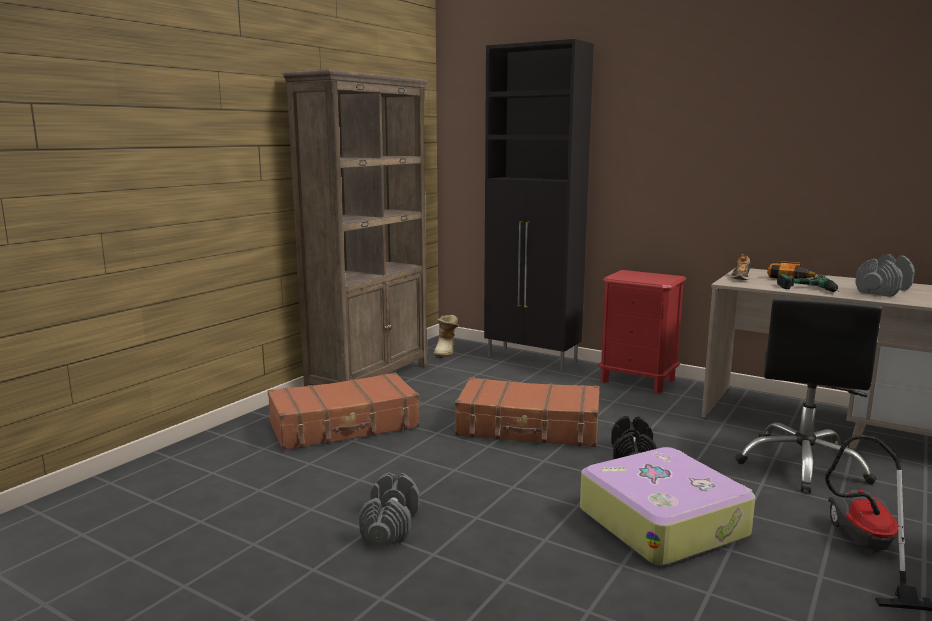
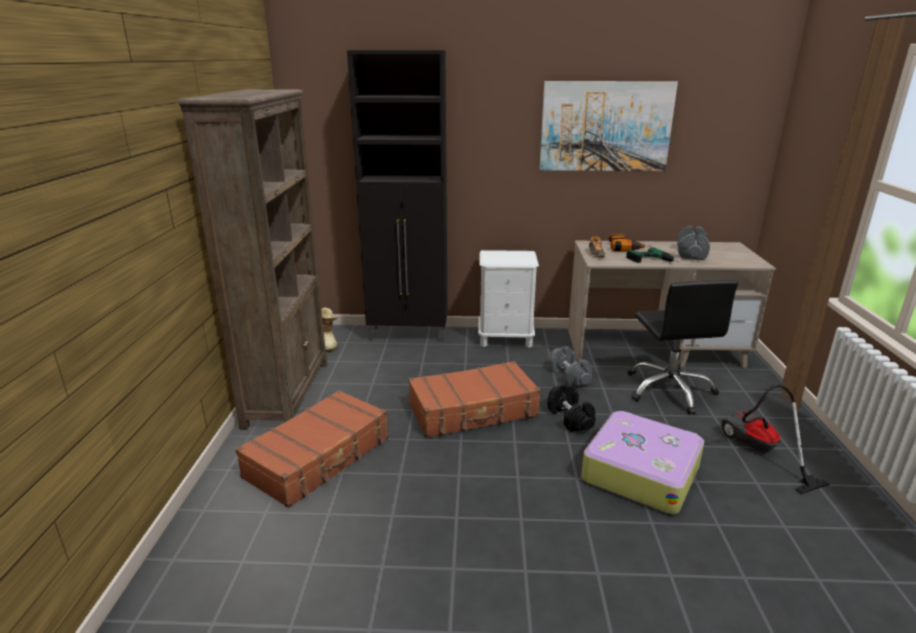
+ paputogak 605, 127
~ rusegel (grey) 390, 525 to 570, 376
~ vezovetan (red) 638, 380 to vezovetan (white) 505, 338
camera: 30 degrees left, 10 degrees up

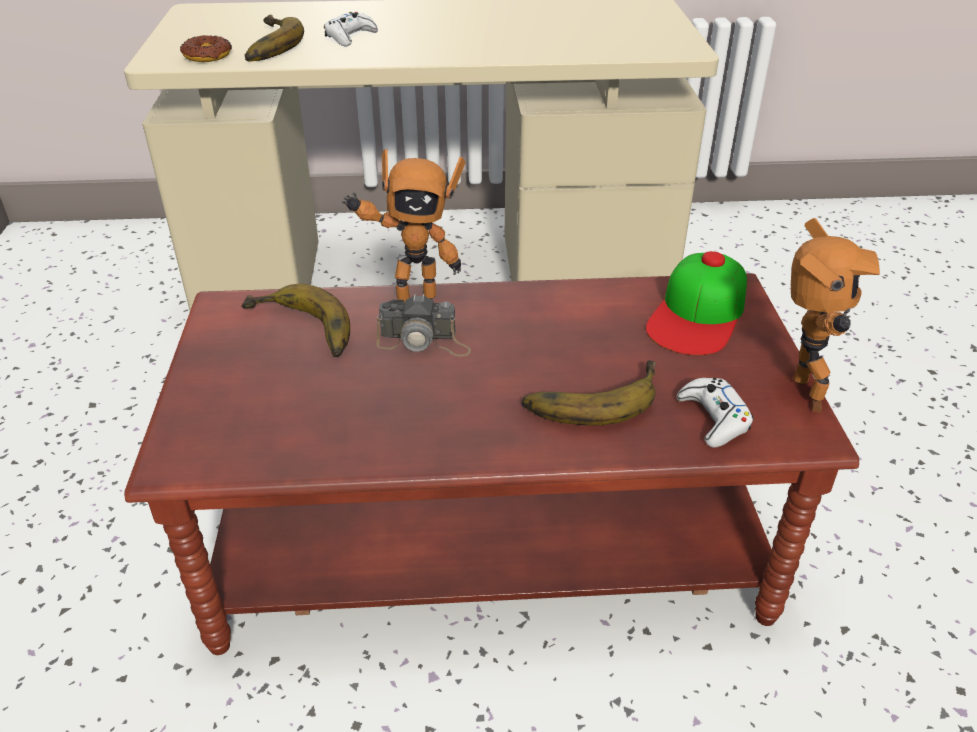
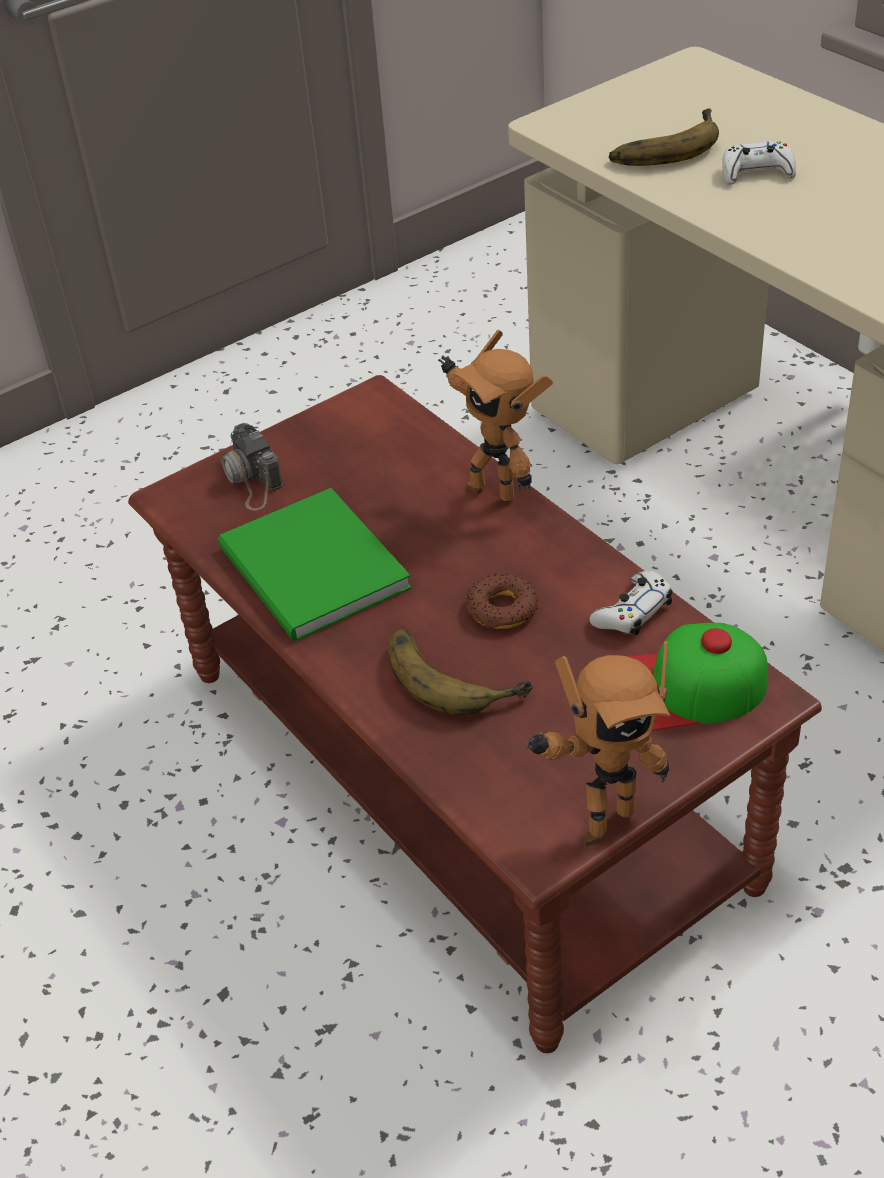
- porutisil 298, 331
+ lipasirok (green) 312, 572
~ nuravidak 207, 56 to 502, 609
~ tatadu 424, 342 to 251, 478
~ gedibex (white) 713, 419 to 633, 612
camera: 60 degrees right, 5 degrees up

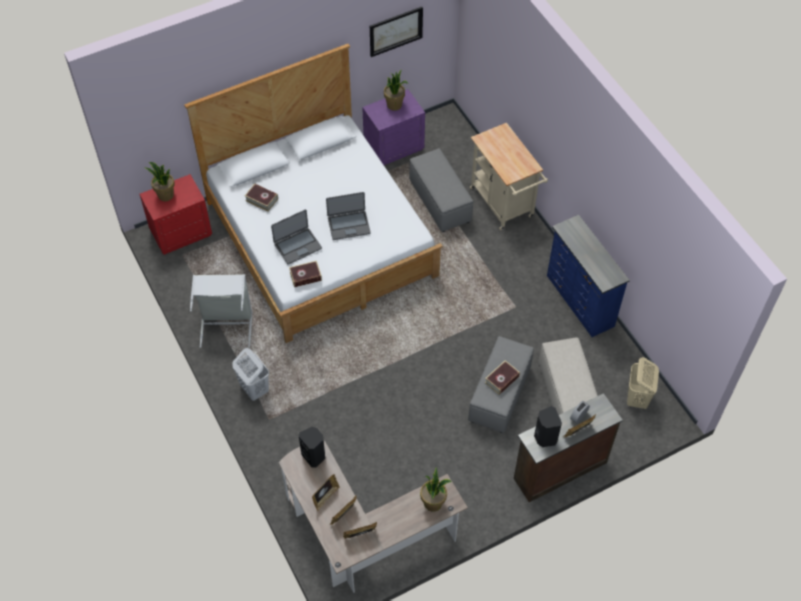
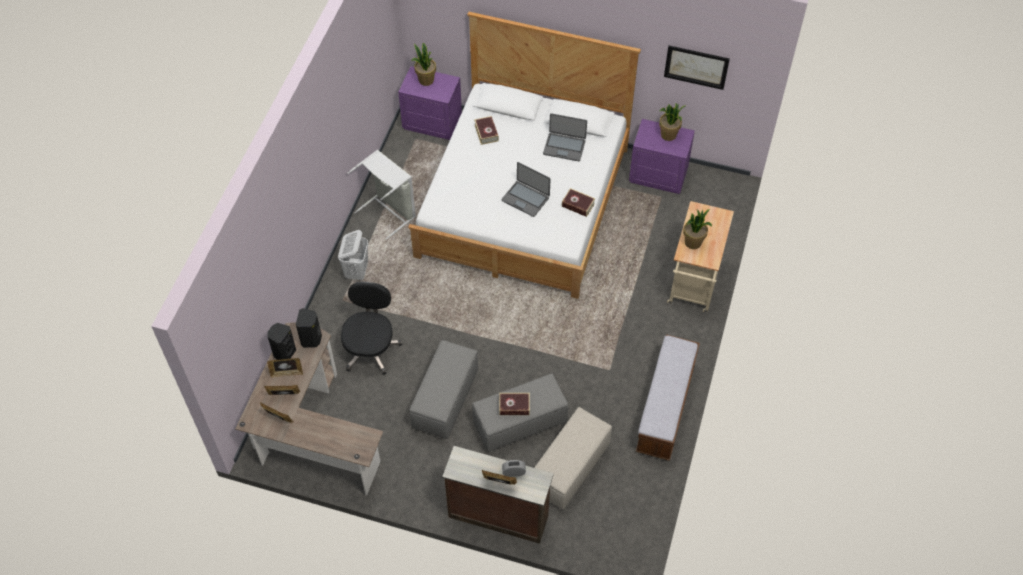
- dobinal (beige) 637, 399
+ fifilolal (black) 371, 348
~ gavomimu 297, 246 to 564, 147
~ lipasirok 305, 276 to 578, 205
~ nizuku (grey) 439, 201 to 445, 398
~ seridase 433, 503 to 693, 242
~ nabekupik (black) 544, 437 to 284, 353
~ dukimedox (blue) 579, 301 to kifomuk 665, 408
~ vezovetan (red) 181, 232 to vezovetan (purple) 432, 122
camera: 45 degrees right, 0 degrees up

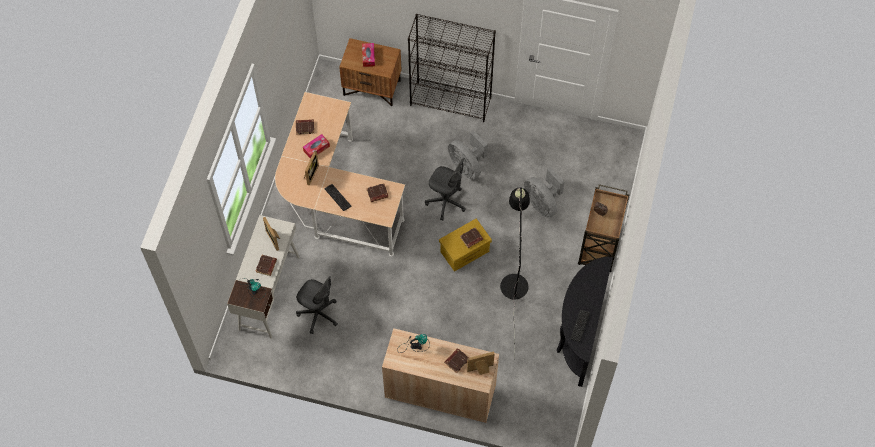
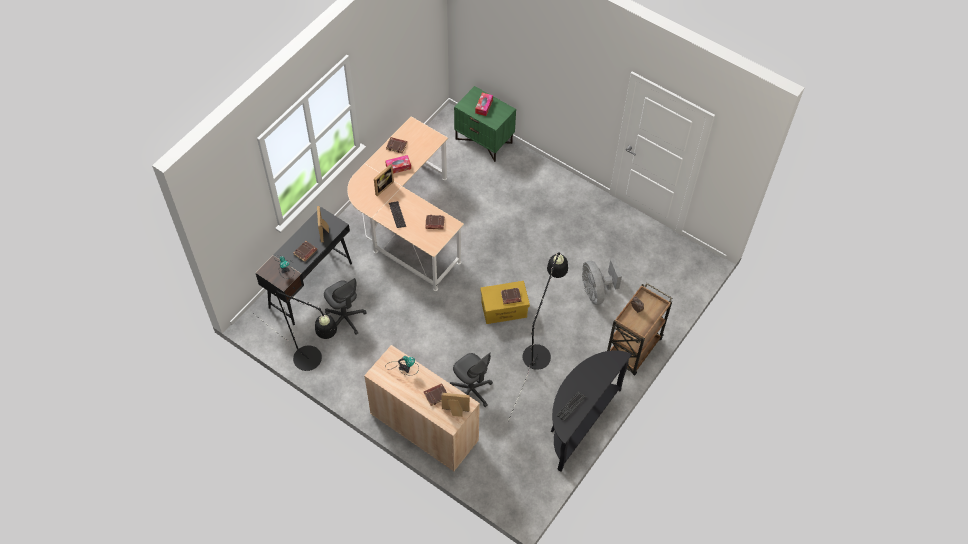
- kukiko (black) 451, 101
- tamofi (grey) 467, 166
+ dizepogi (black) 313, 362
~ fifilolal (grey) 446, 202 to 471, 391
~ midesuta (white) 269, 292 to midesuta (black) 311, 285
~ vezovetan (brown) 372, 87 to vezovetan (green) 484, 140
camera: 20 degrees right, 5 degrees down

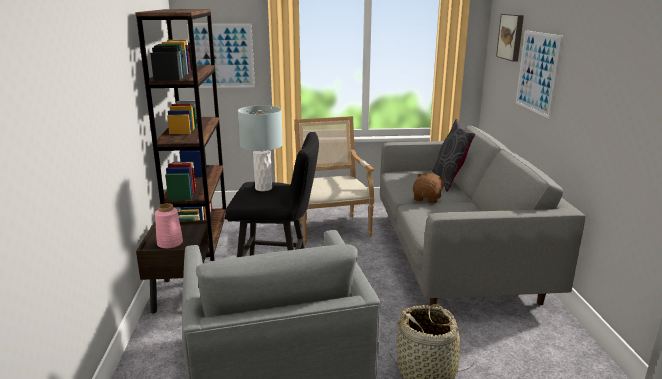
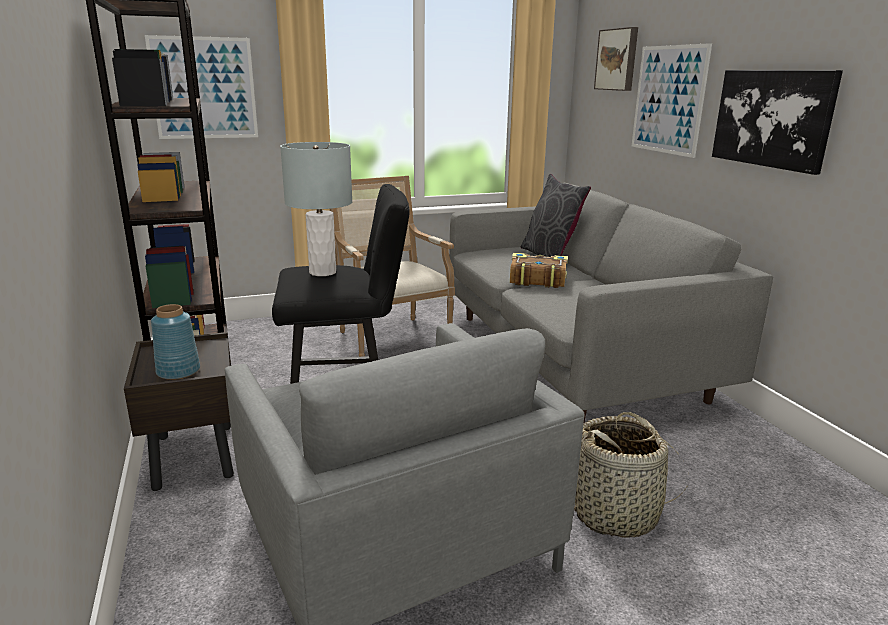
+ paputogak 772, 118
~ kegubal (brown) 427, 199 to lipasirok 537, 279
~ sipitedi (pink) 170, 243 to sipitedi (blue) 178, 372
camera: 15 degrees left, 0 degrees up

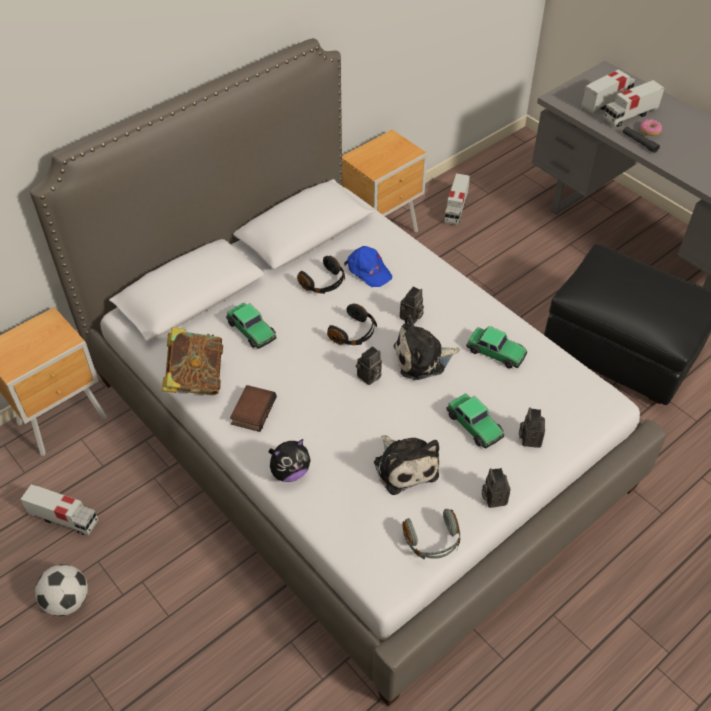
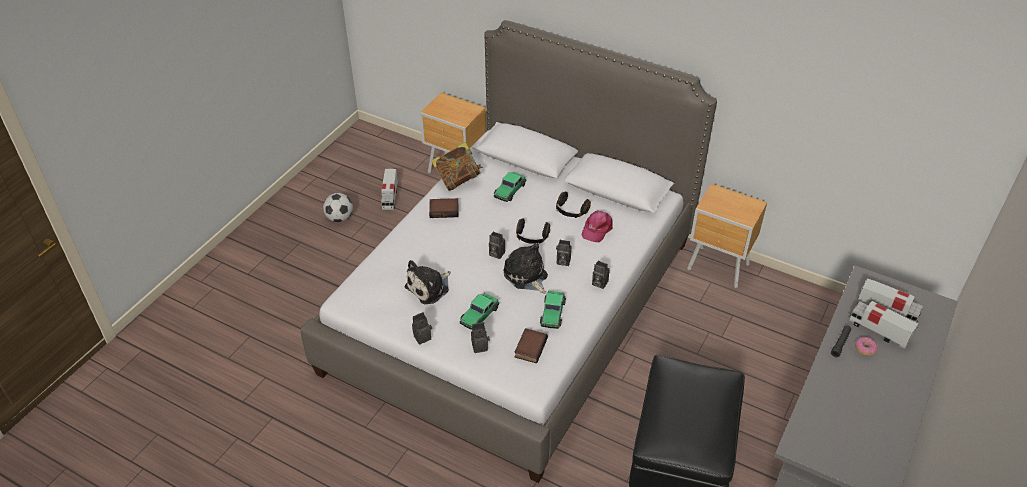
- kegubal 290, 472
- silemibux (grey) 432, 541
- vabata 456, 209
+ lipasirok 530, 347
+ tatadu 598, 283
~ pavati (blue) 368, 270 to pavati (pink) 596, 229
camera: 70 degrees right, 5 degrees down

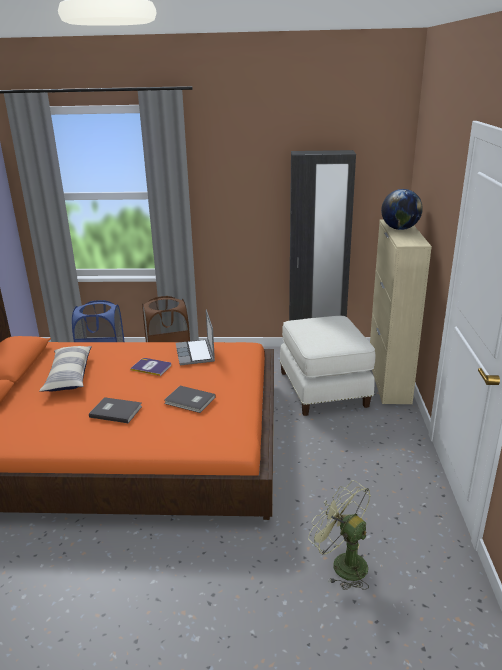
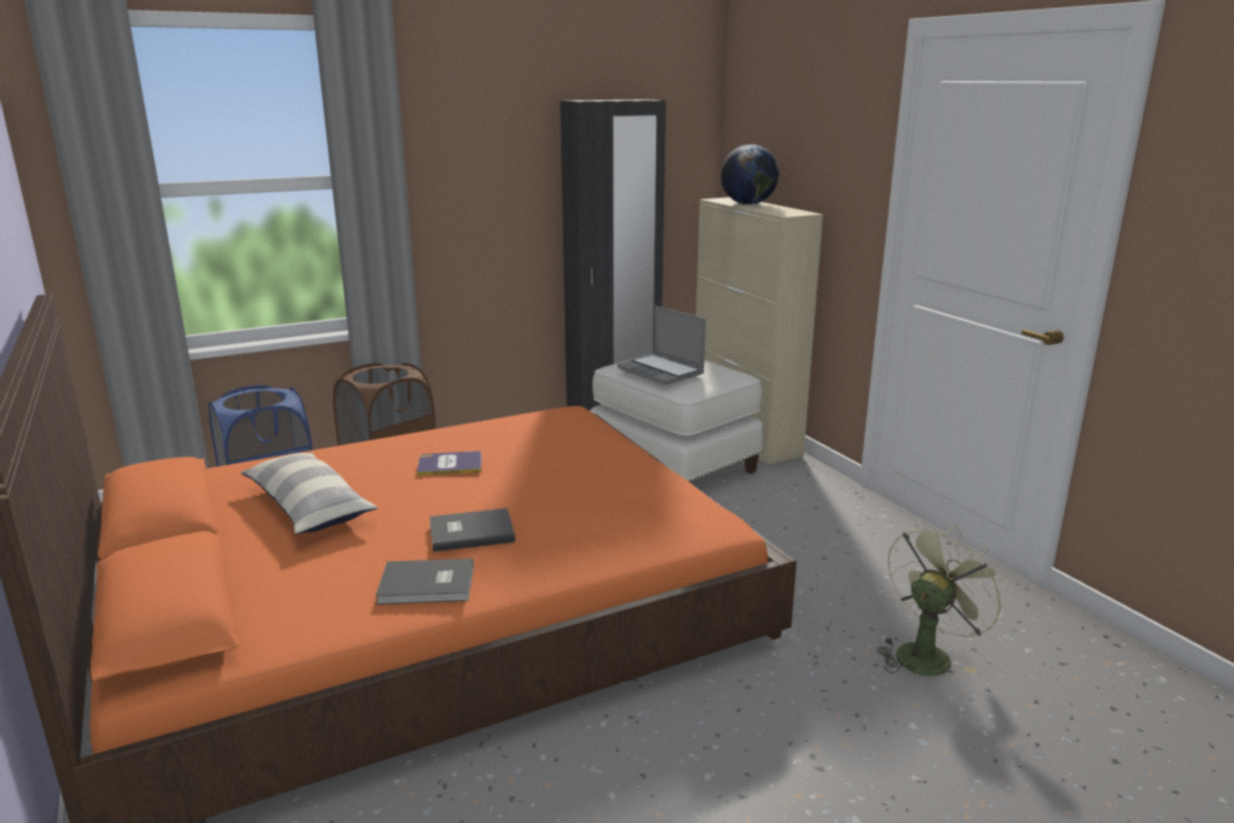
~ lipasirok (grey) 190, 401 to 428, 586
~ gavomimu 196, 354 to 662, 371
~ tamofi (green) 342, 563 = 927, 654 120 degrees clockwise
camera: 30 degrees left, 5 degrees down

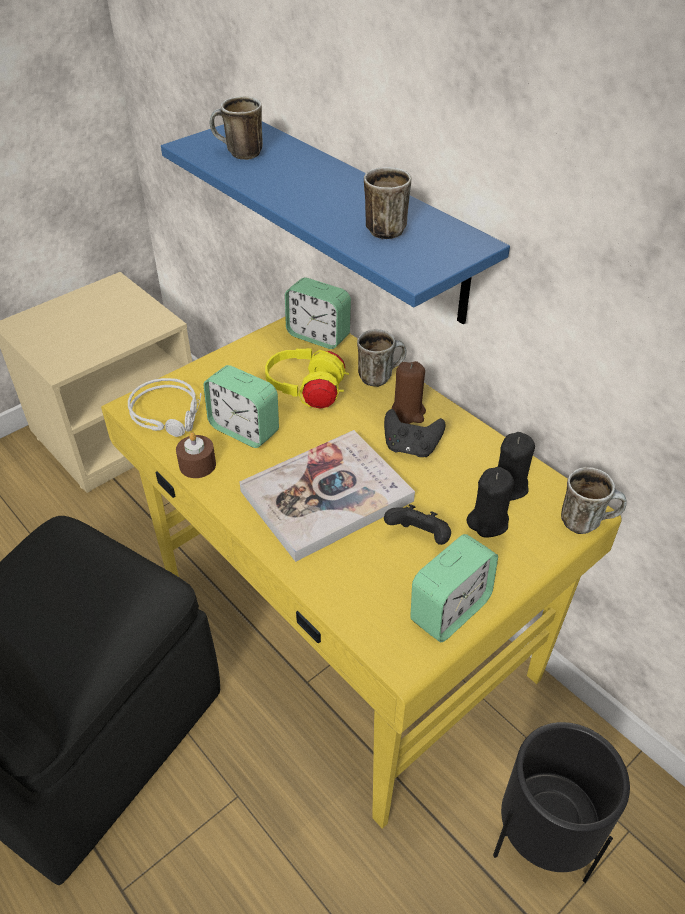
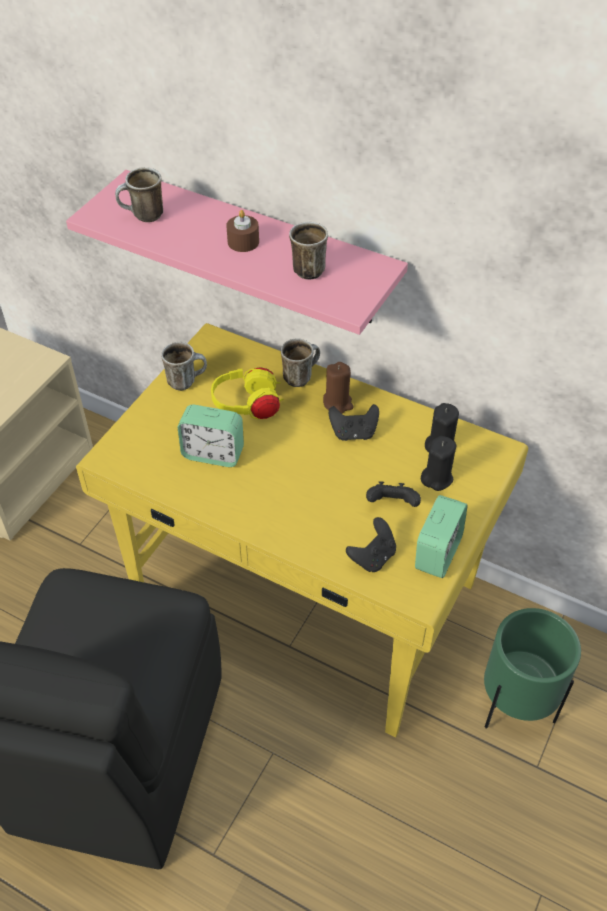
- silemibux (grey) 169, 413
- lipasirok 326, 496
- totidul 318, 336
+ gedibex (black) 372, 557
~ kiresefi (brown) 197, 465 to 243, 242
~ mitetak 586, 521 to 186, 381
~ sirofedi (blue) 363, 219 to sirofedi (pink) 261, 249
~ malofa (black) 541, 844 to malofa (green) 515, 707
camera: 20 degrees left, 5 degrees up

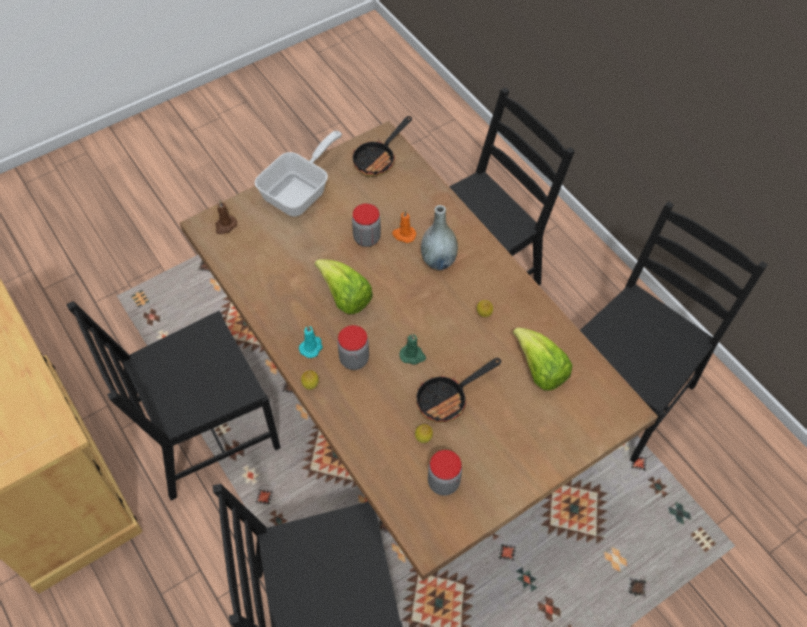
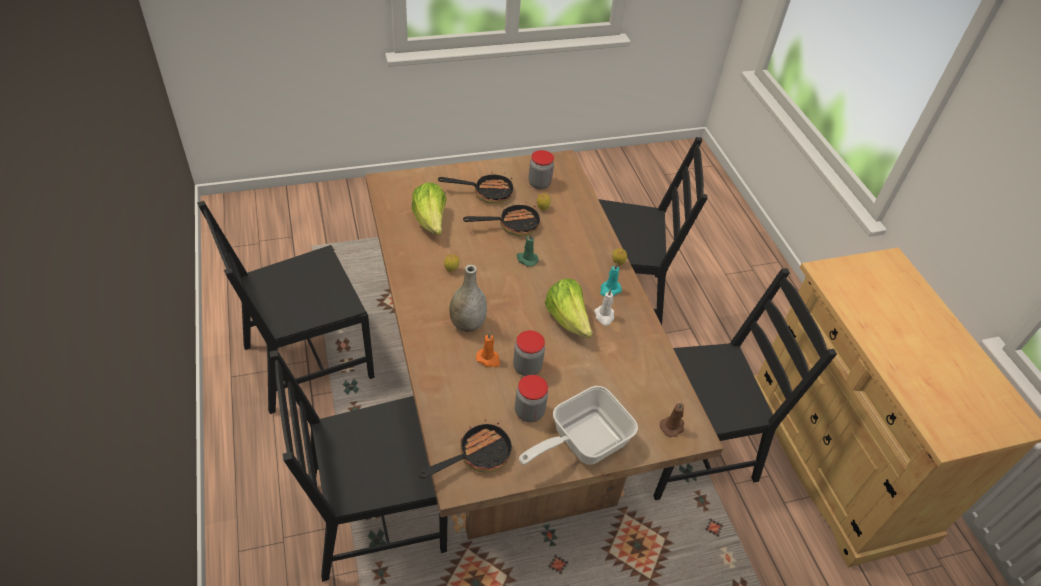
+ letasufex 486, 192
+ kiresefi (white) 604, 316
~ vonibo 354, 359 to 529, 412
camera: 165 degrees left, 10 degrees down

